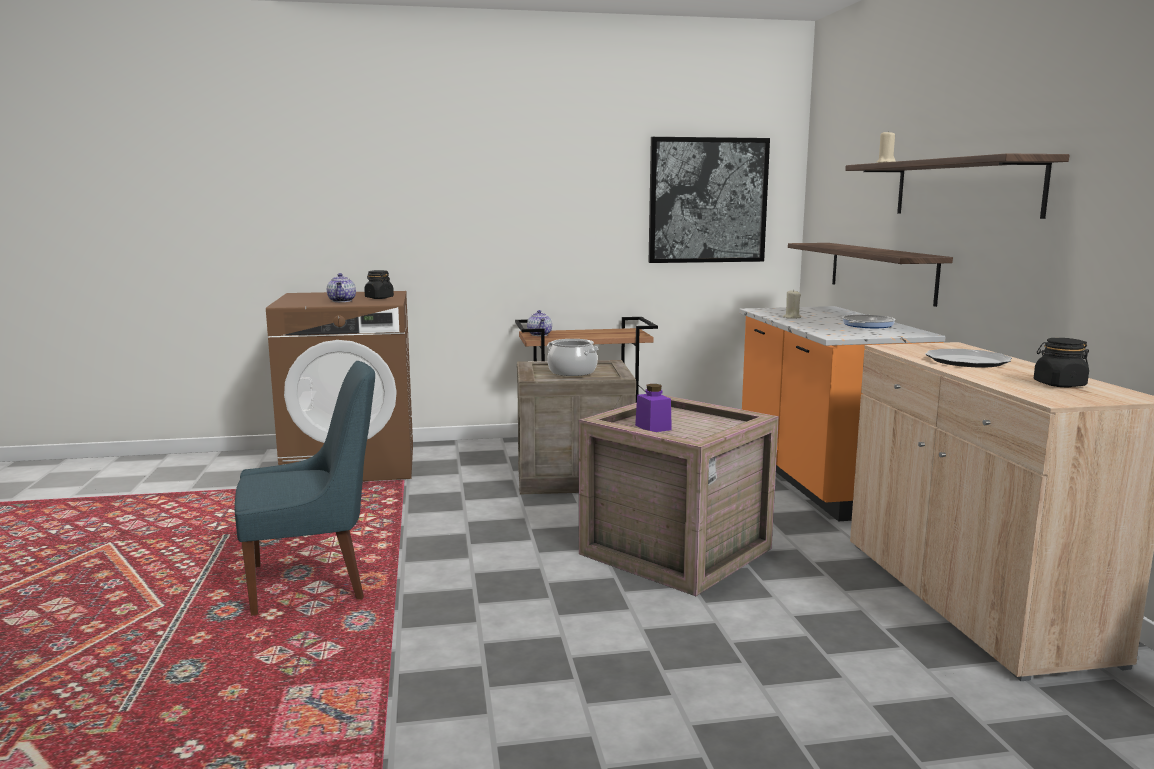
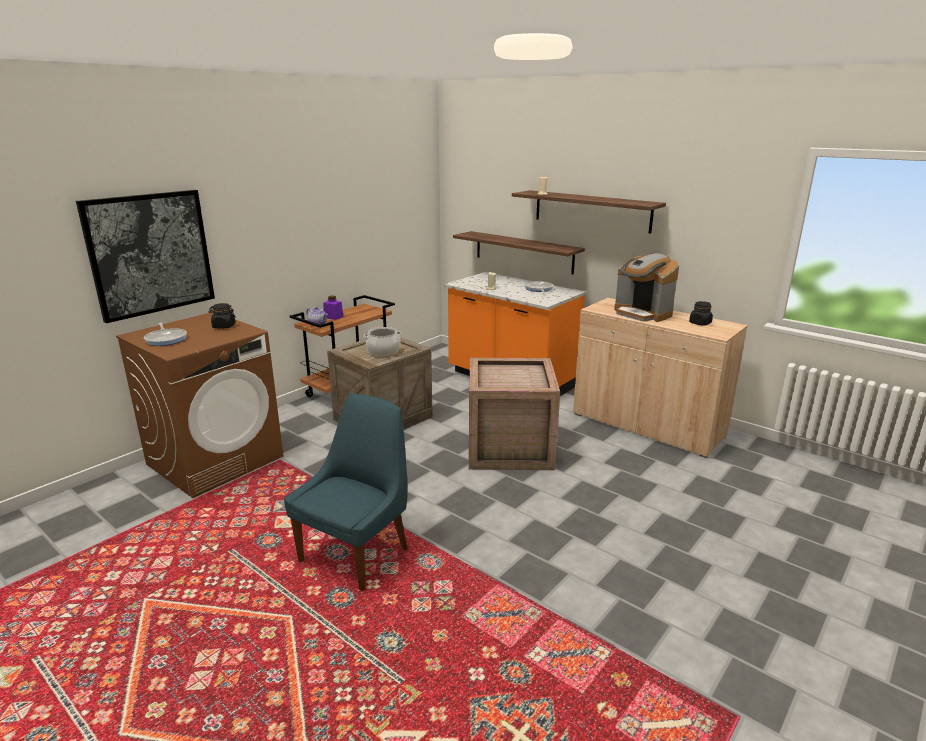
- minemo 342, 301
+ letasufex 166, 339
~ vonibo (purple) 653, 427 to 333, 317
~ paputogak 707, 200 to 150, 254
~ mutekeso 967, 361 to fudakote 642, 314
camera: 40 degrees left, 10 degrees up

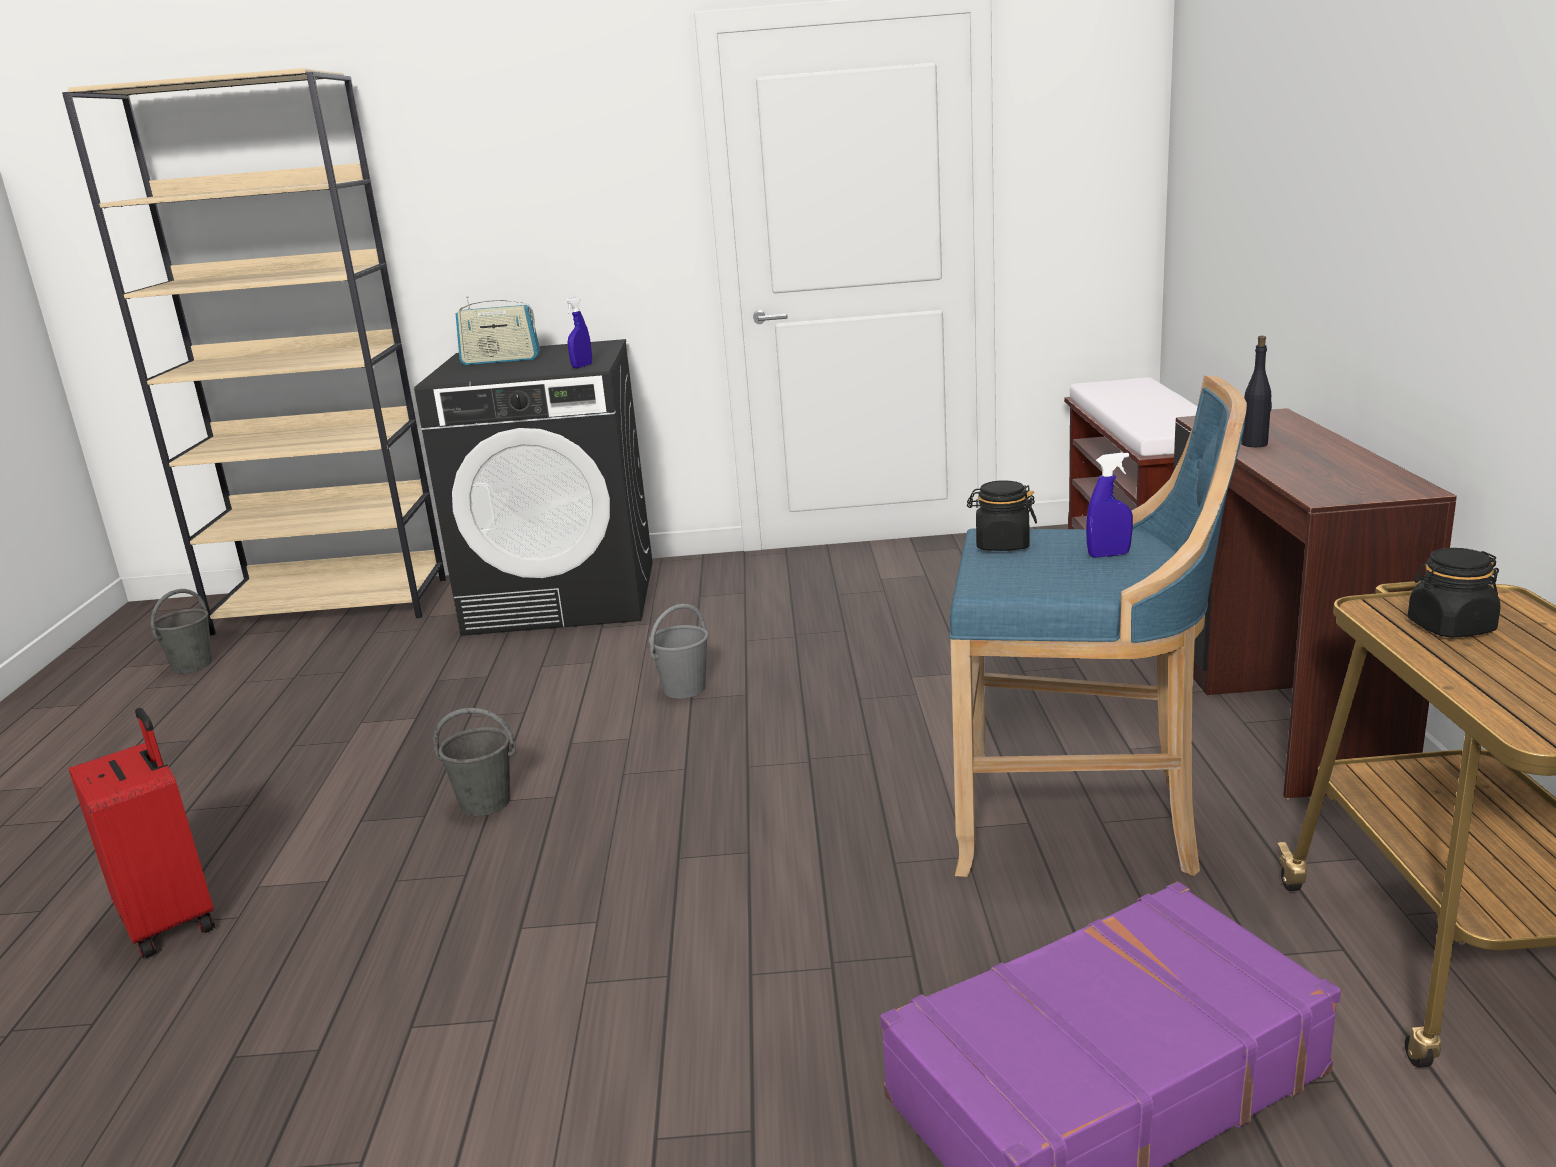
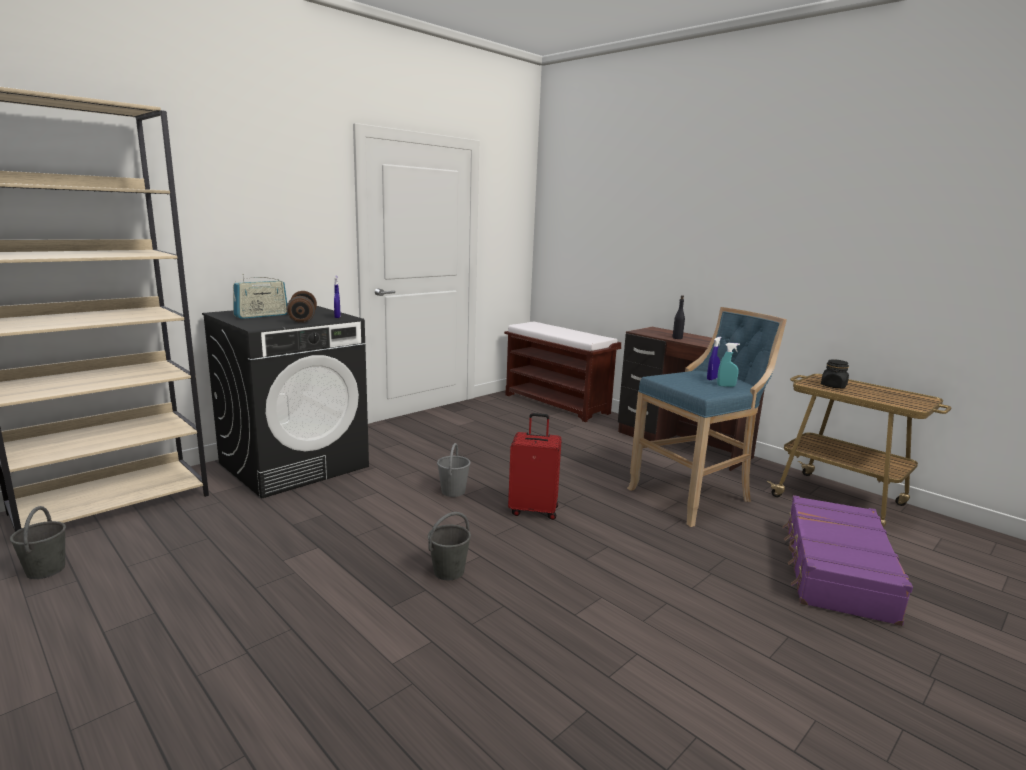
- vonibo (black) 1002, 545
+ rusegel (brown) 302, 319
+ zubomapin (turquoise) 726, 386
~ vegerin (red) 171, 920 to 534, 510
camera: 45 degrees left, 5 degrees down

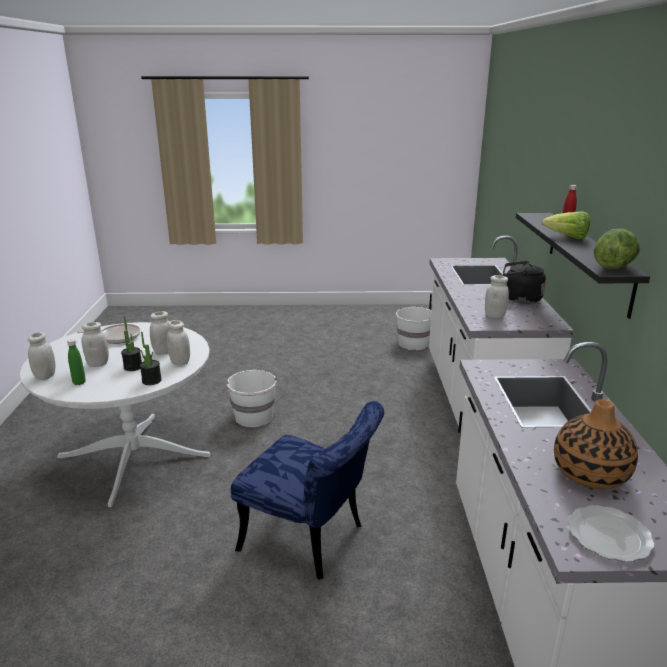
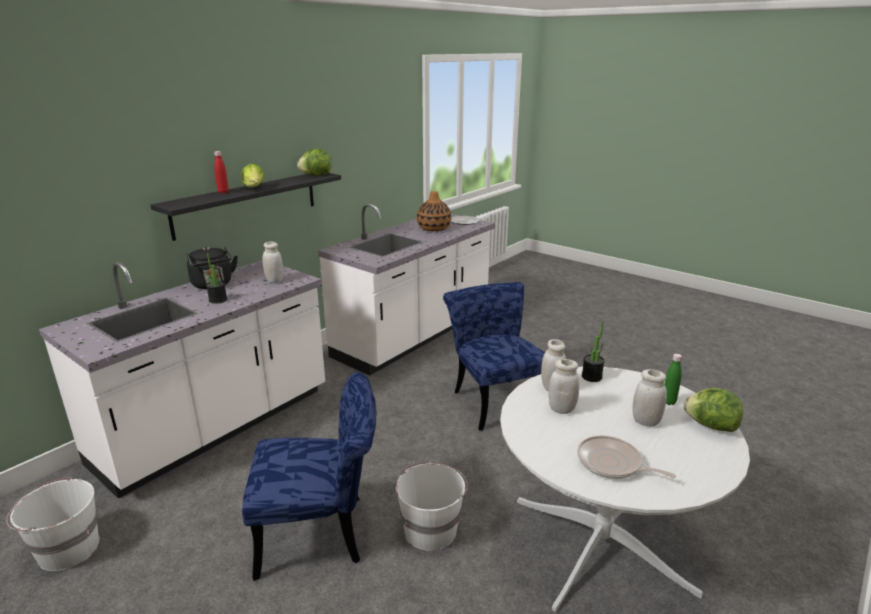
+ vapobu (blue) 322, 533
~ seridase 133, 367 to 218, 300
~ vonibo (white) 45, 376 to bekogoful 710, 426
camera: 140 degrees left, 0 degrees up

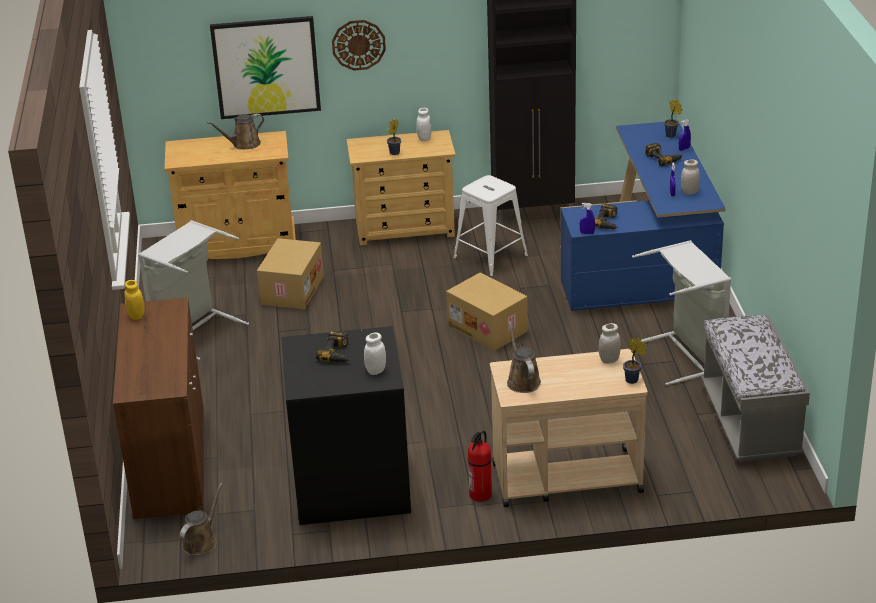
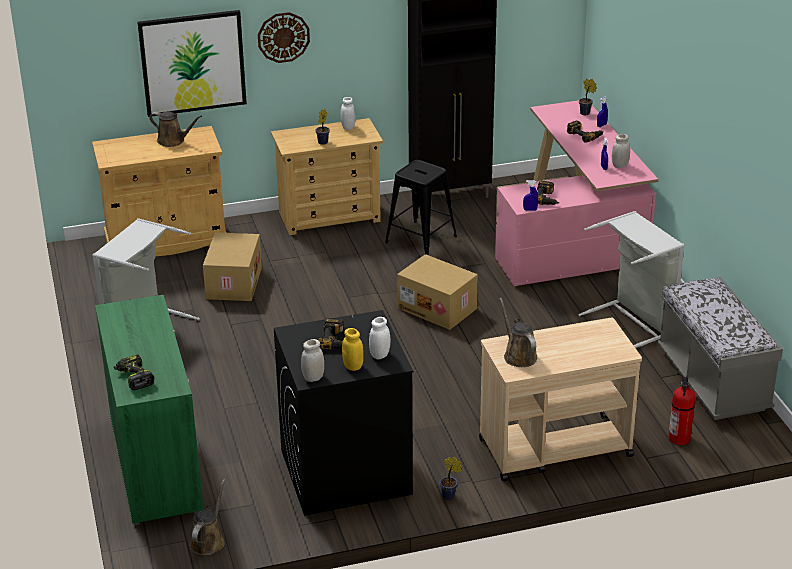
+ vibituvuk 134, 378
~ vonibo (yellow) 136, 316 to 353, 366
~ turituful 480, 495 to 679, 439
~ vonibo (white) 609, 360 to 313, 378
~ seridase 633, 380 to 450, 496
~ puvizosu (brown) 170, 463 to puvizosu (green) 155, 463
~ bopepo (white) 491, 257 to bopepo (black) 421, 239
~ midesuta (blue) 648, 264 to midesuta (pink) 573, 238
~ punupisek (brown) 243, 144 = 173, 141 120 degrees counterclockwise
camera: 10 degrees left, 0 degrees up

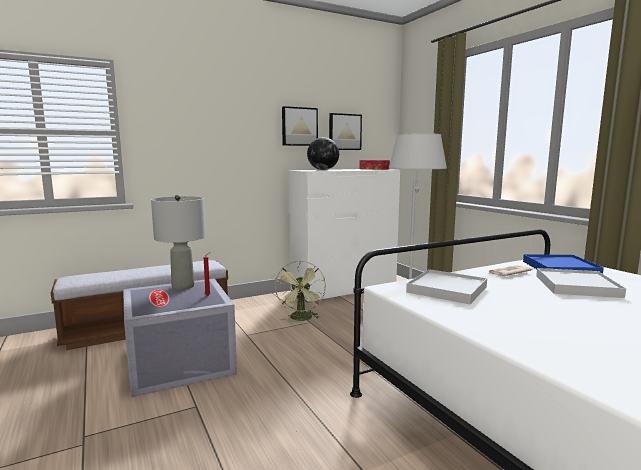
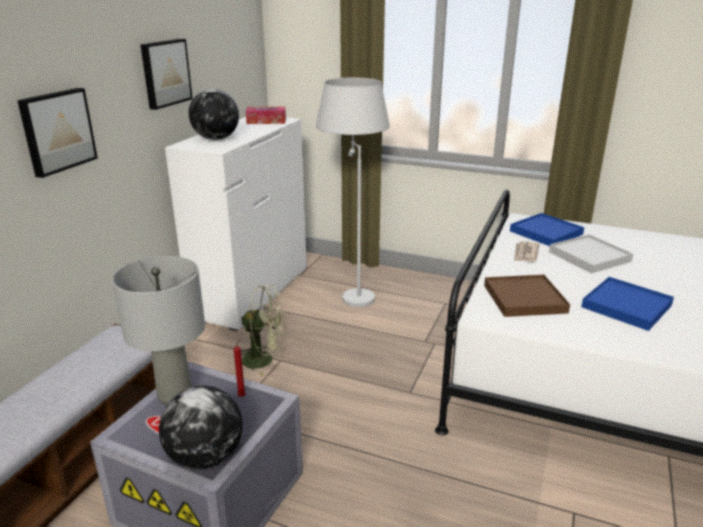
+ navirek 206, 458
+ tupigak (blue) 626, 306
~ paputogak 344, 132 to 57, 131
~ tupigak (white) 447, 290 to tupigak (brown) 524, 299
~ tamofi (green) 301, 319 = 265, 360 45 degrees counterclockwise
camera: 40 degrees left, 15 degrees up

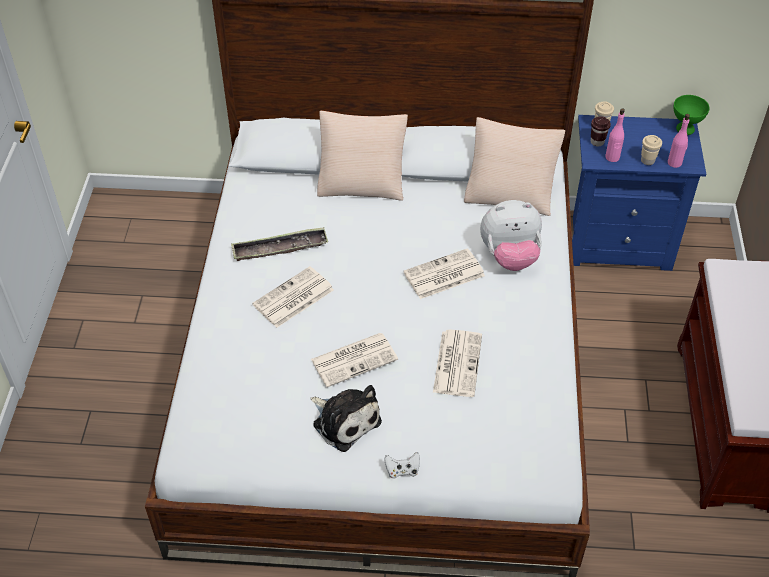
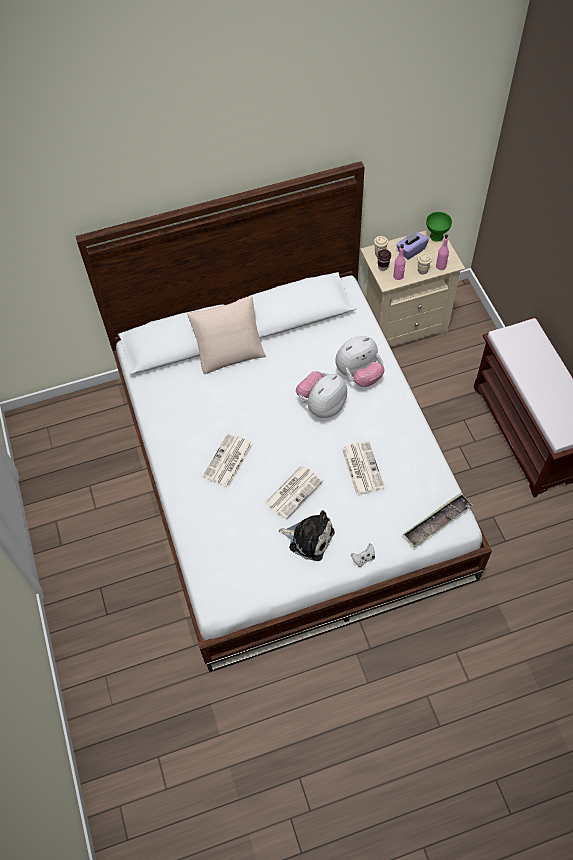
- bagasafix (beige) 510, 192
+ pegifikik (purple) 411, 250
~ tupigak 280, 248 to 437, 522
~ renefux 443, 275 to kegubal 322, 405
~ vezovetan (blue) 618, 242 to vezovetan (beige) 403, 323
camera: 20 degrees left, 10 degrees up

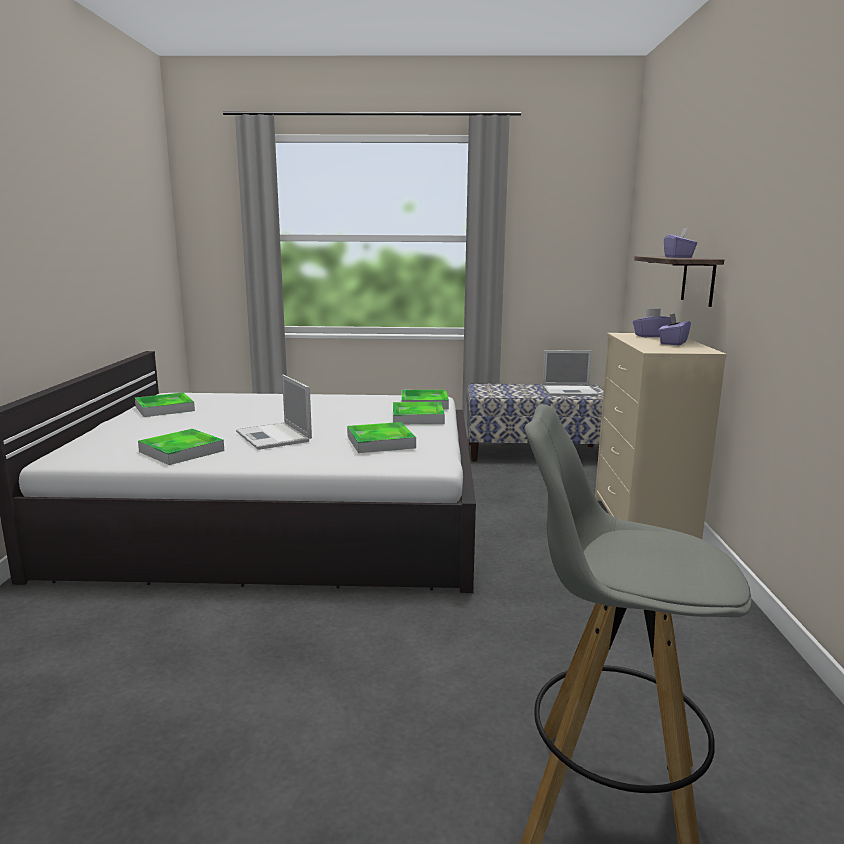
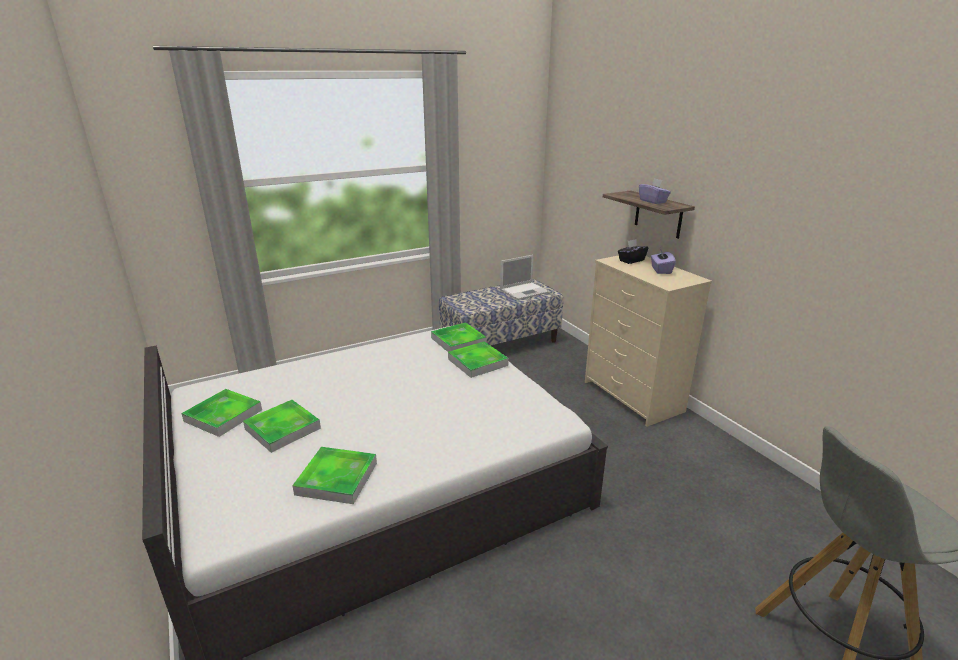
- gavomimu 274, 437
~ tupigak 380, 442 to 283, 429
~ pegifikik (purple) 651, 336 to pegifikik (black) 631, 260
camera: 30 degrees left, 10 degrees up

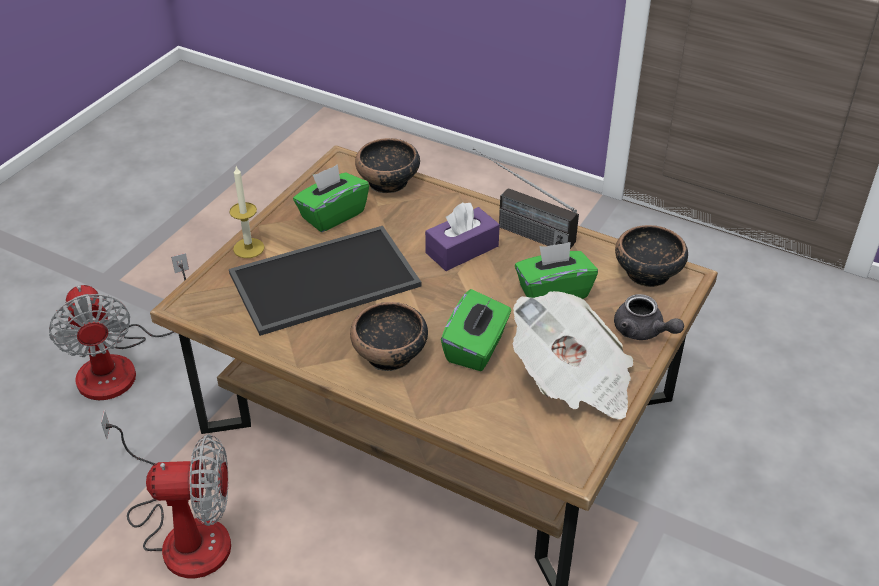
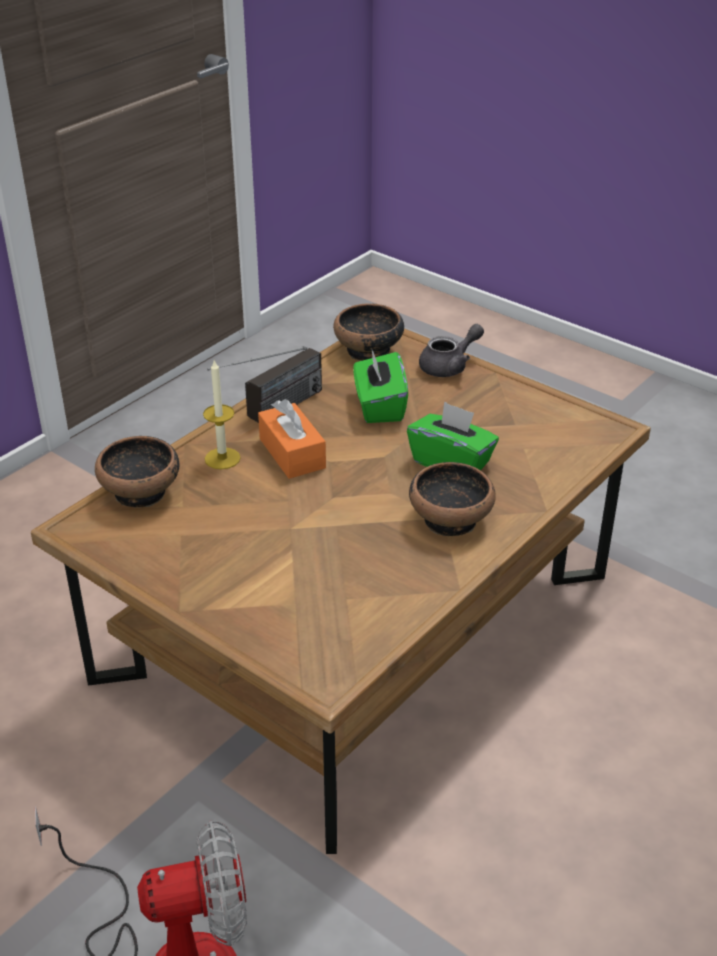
- tamofi 183, 532
- tupigak 324, 282
- pegifikik (green) 332, 215
- renefux 573, 380
~ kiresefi 248, 248 to 222, 458
~ pegifikik (purple) 462, 249 to pegifikik (orange) 292, 453
camera: 80 degrees left, 5 degrees down

